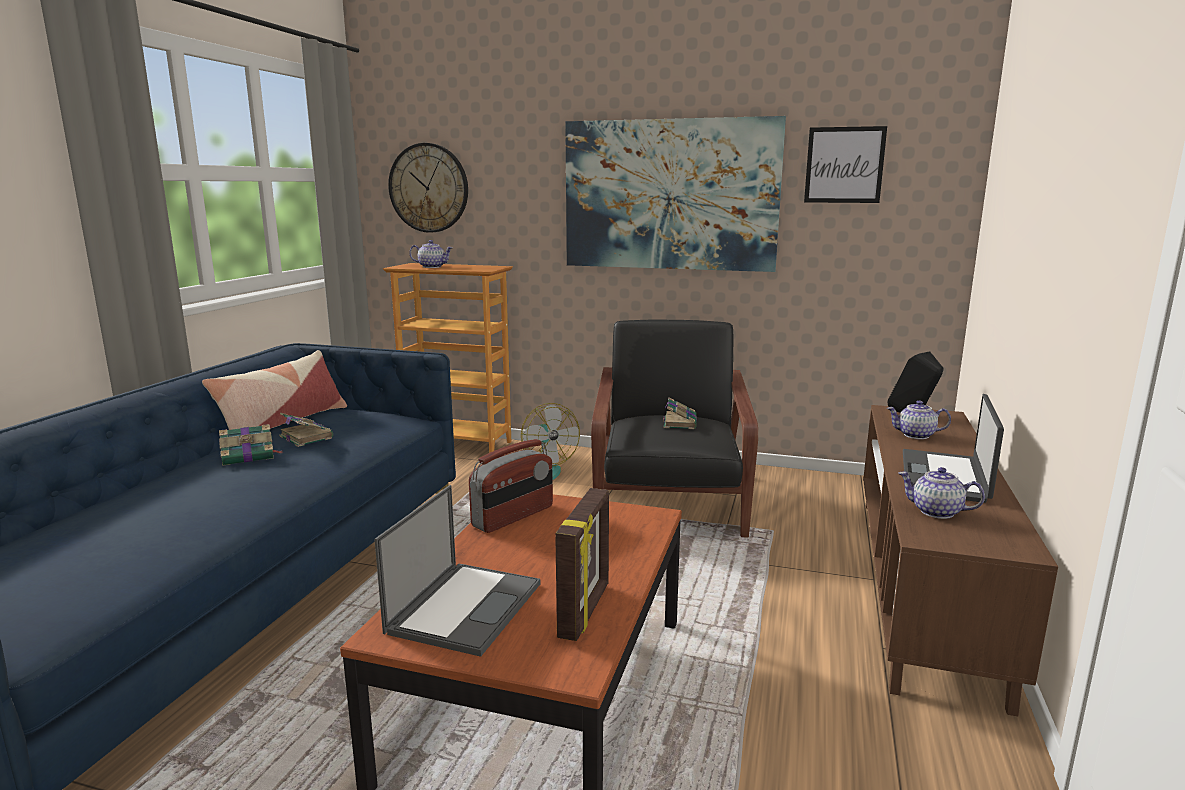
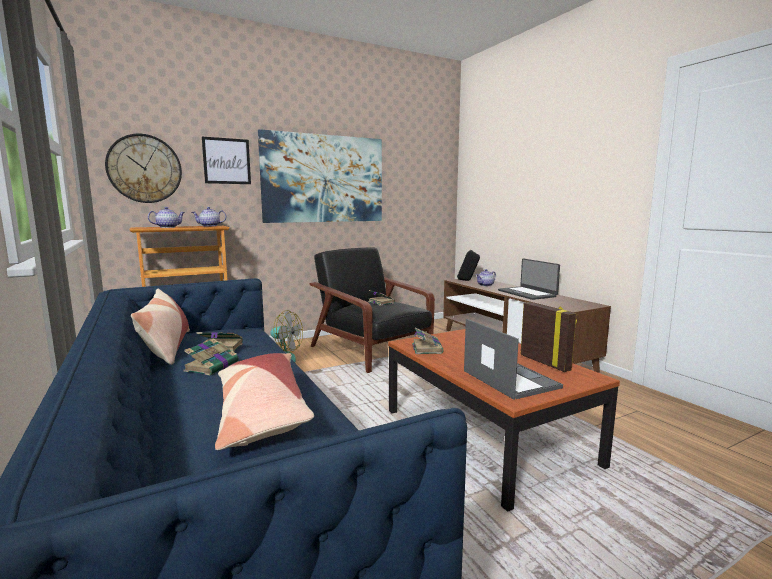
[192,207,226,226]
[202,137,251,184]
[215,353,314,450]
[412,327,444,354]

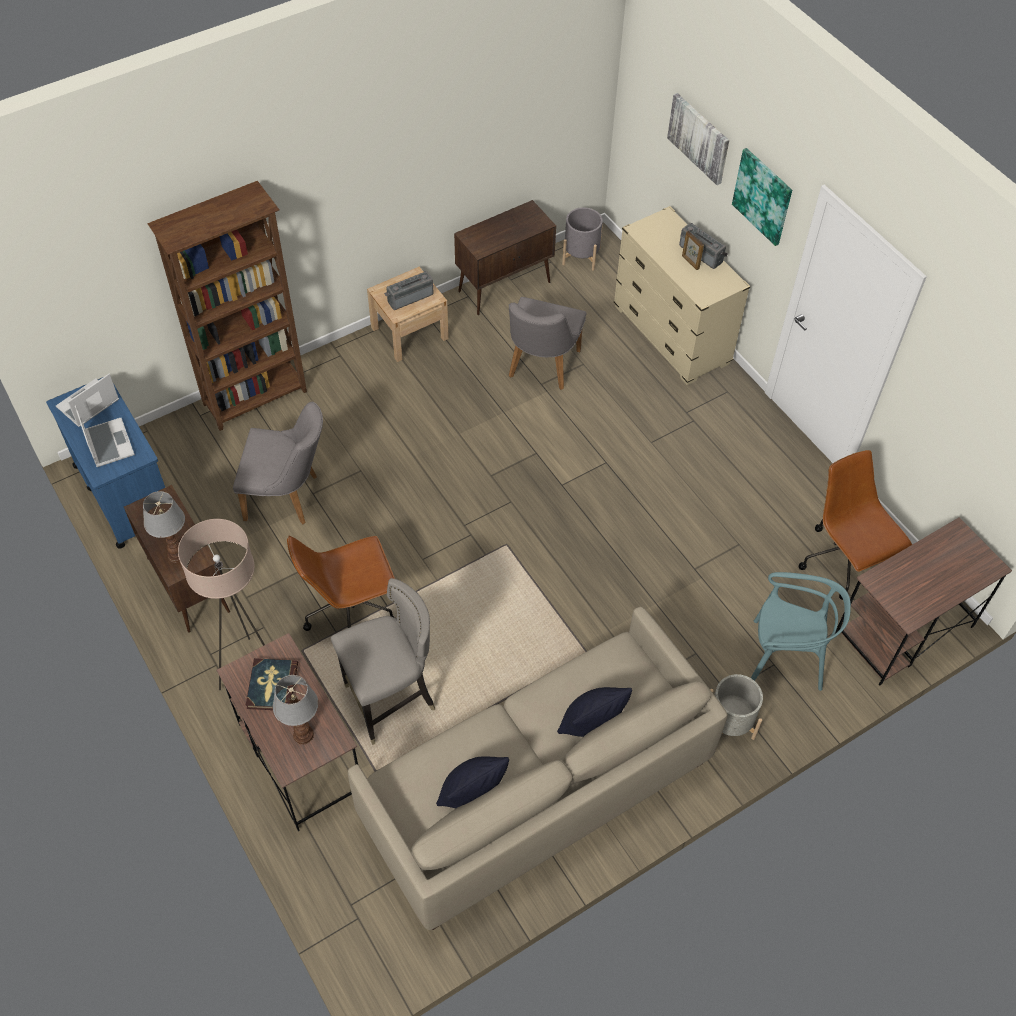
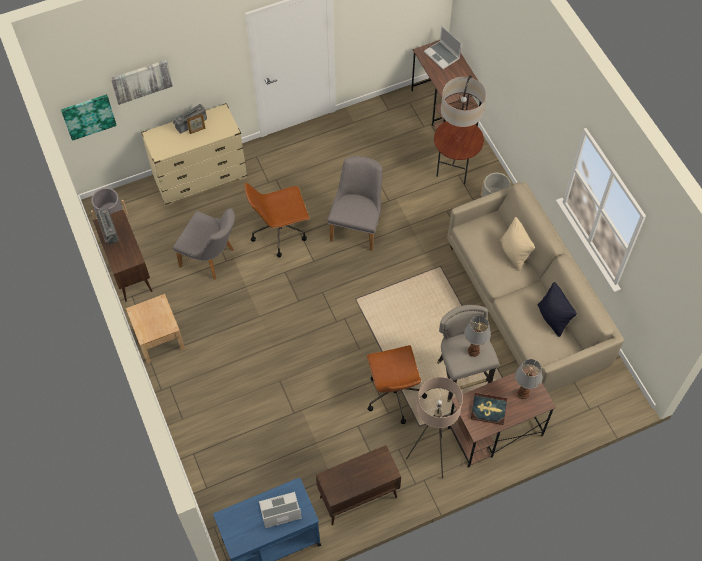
[61,94,117,141]
[96,208,119,244]
[244,182,310,257]
[328,156,382,251]
[424,26,462,69]
[434,75,486,185]
[464,316,491,357]
[500,217,535,271]
[147,181,307,431] (first image)

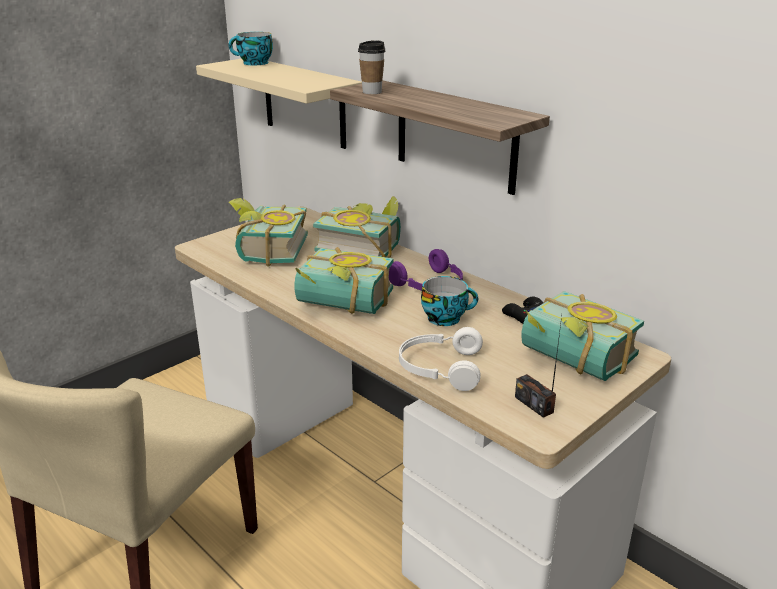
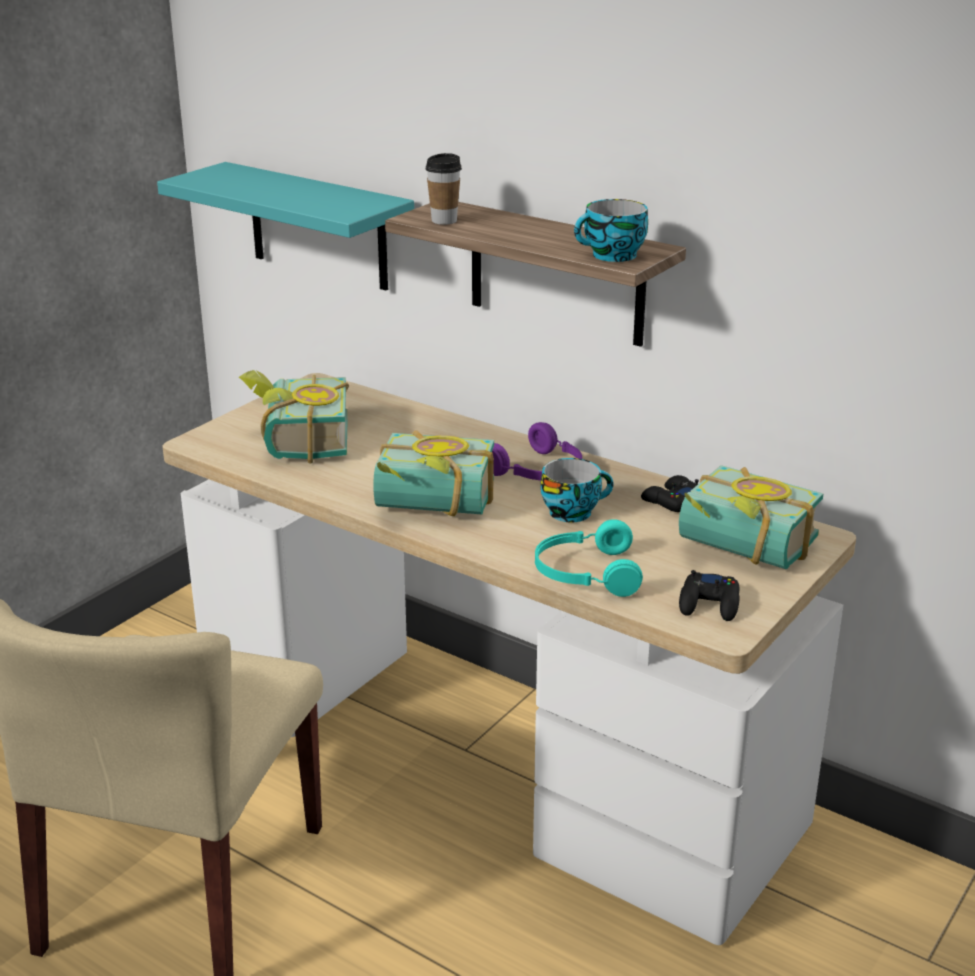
[157,162,414,290]
[535,519,643,597]
[574,199,648,262]
[679,570,740,621]
[313,196,401,258] (first image)

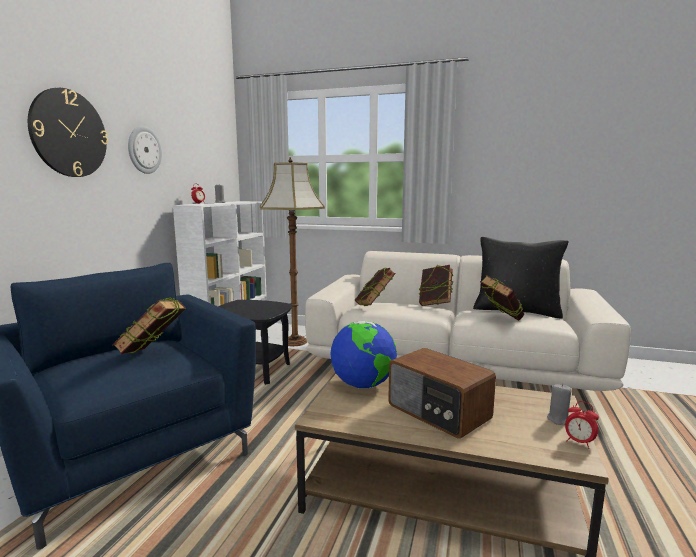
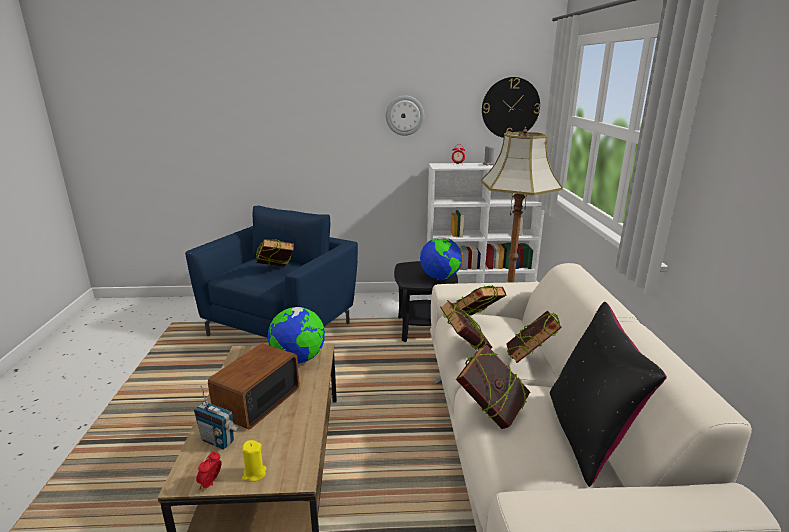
[194,385,238,450]
[242,440,267,482]
[420,237,462,279]
[440,300,492,350]
[482,77,540,138]

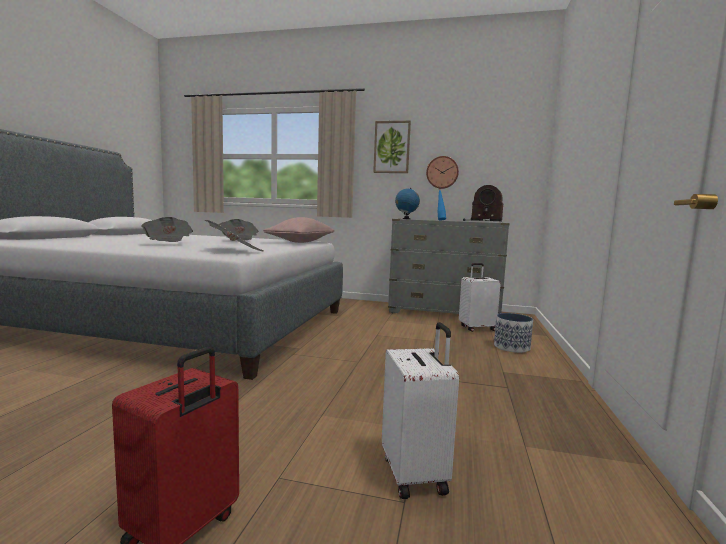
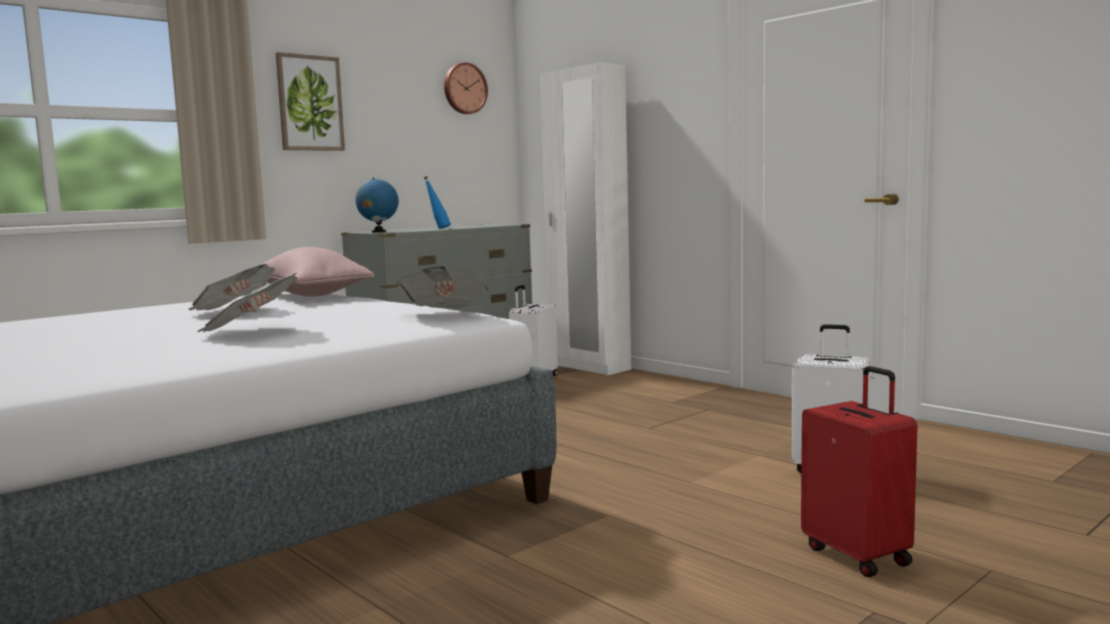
[444,62,488,114]
[540,62,631,375]
[463,185,503,221] (first image)
[494,313,533,353] (first image)

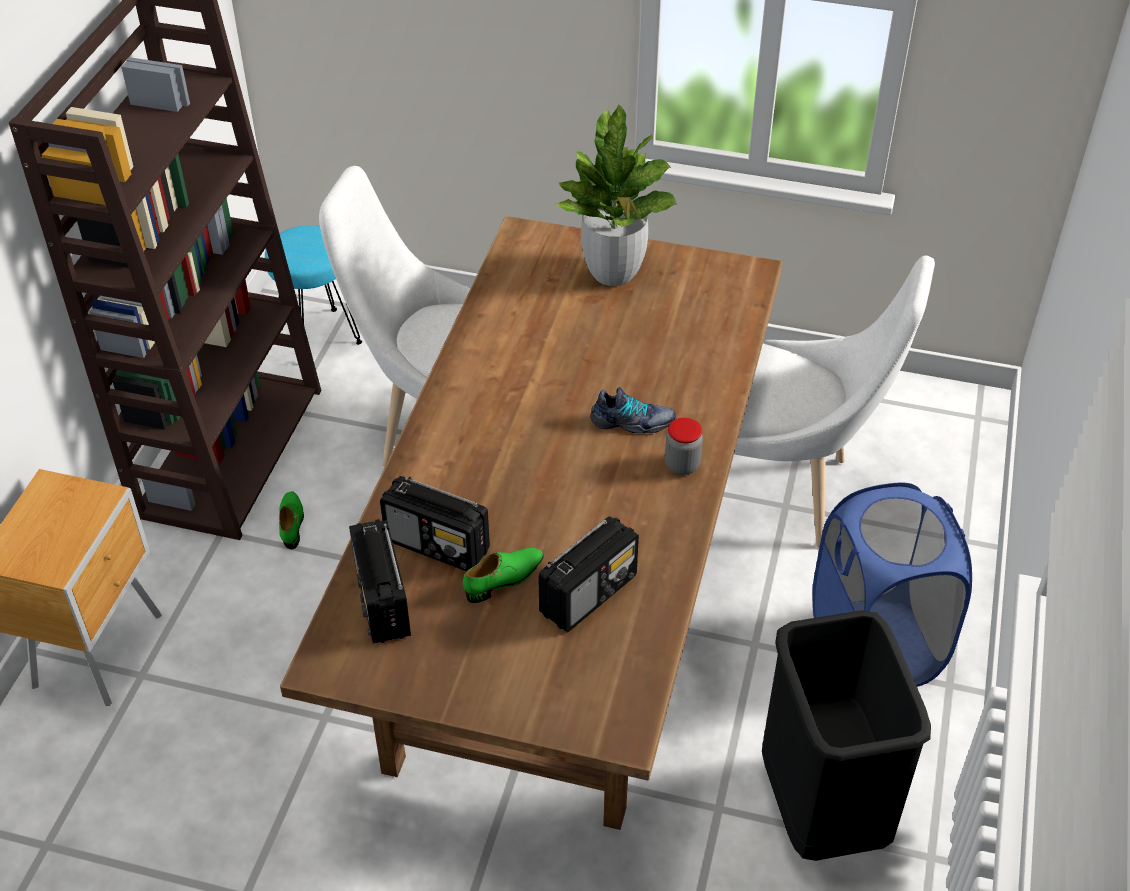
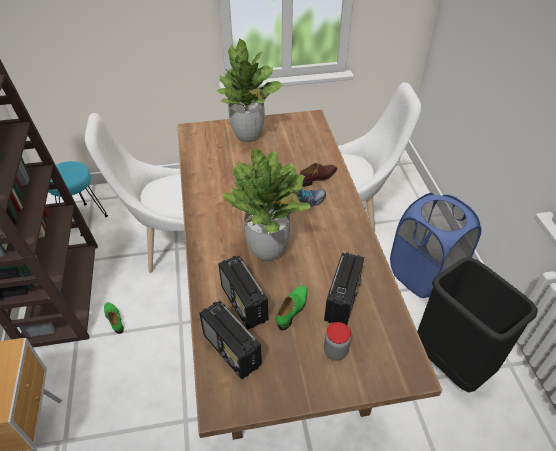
[218,256,268,329]
[223,149,311,261]
[300,163,337,187]
[324,322,351,360]

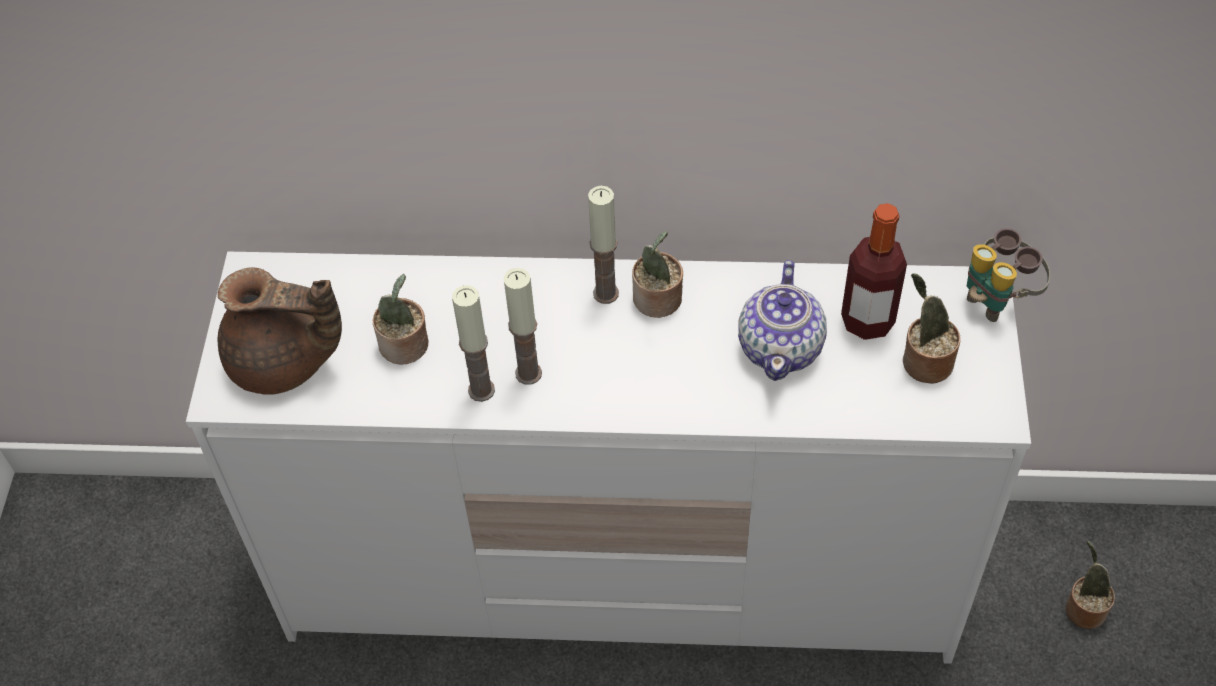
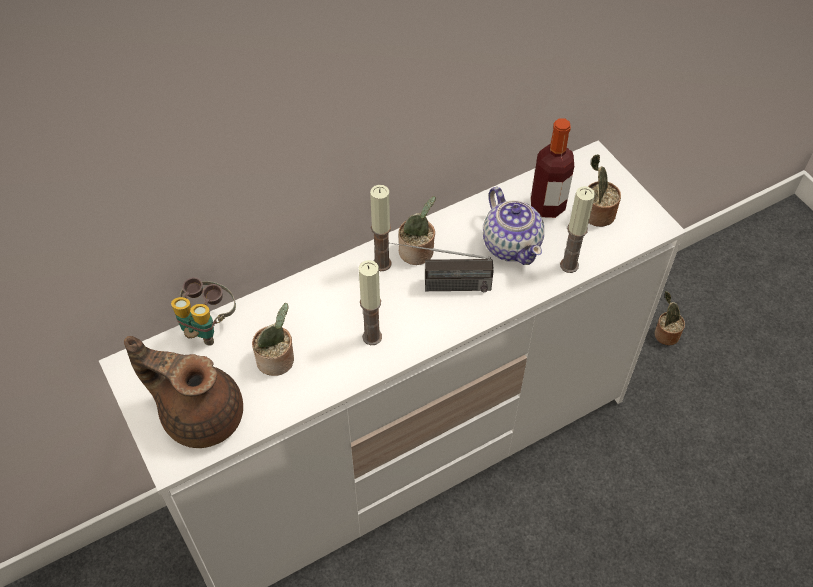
[124,336,243,448]
[171,277,236,346]
[388,242,494,292]
[560,186,595,273]

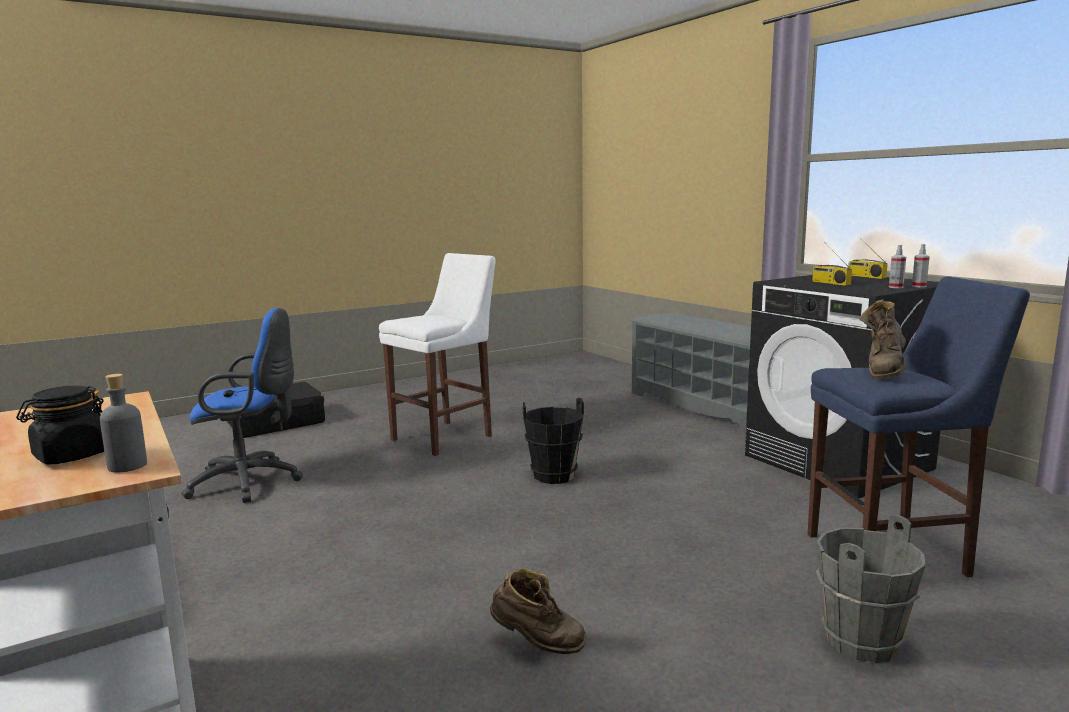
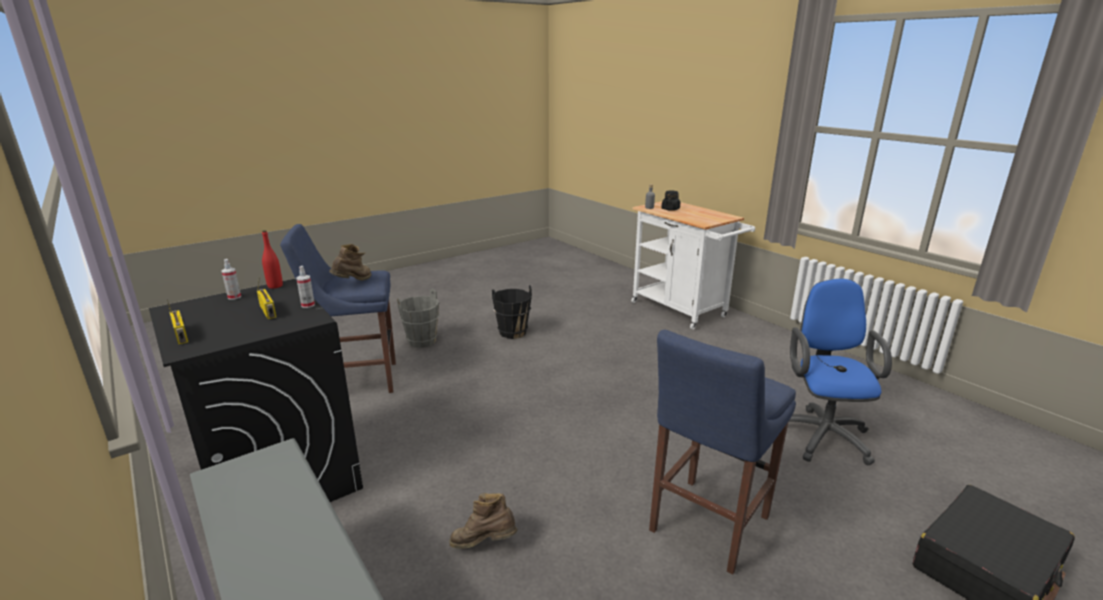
[262,230,283,289]
[296,266,315,308]
[449,493,518,549]
[492,285,532,339]
[649,330,796,575]
[789,279,892,465]

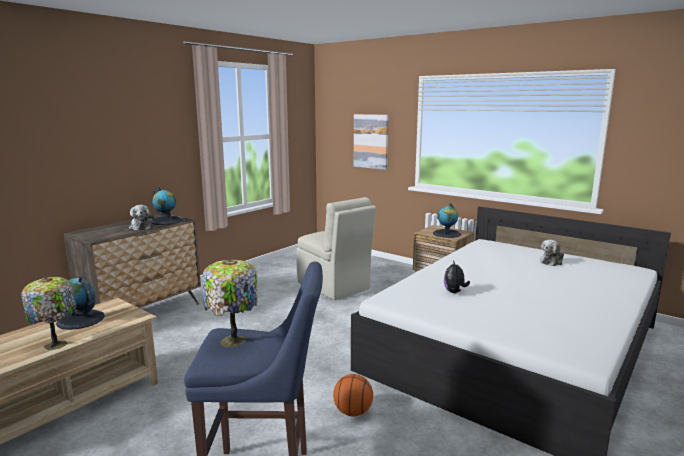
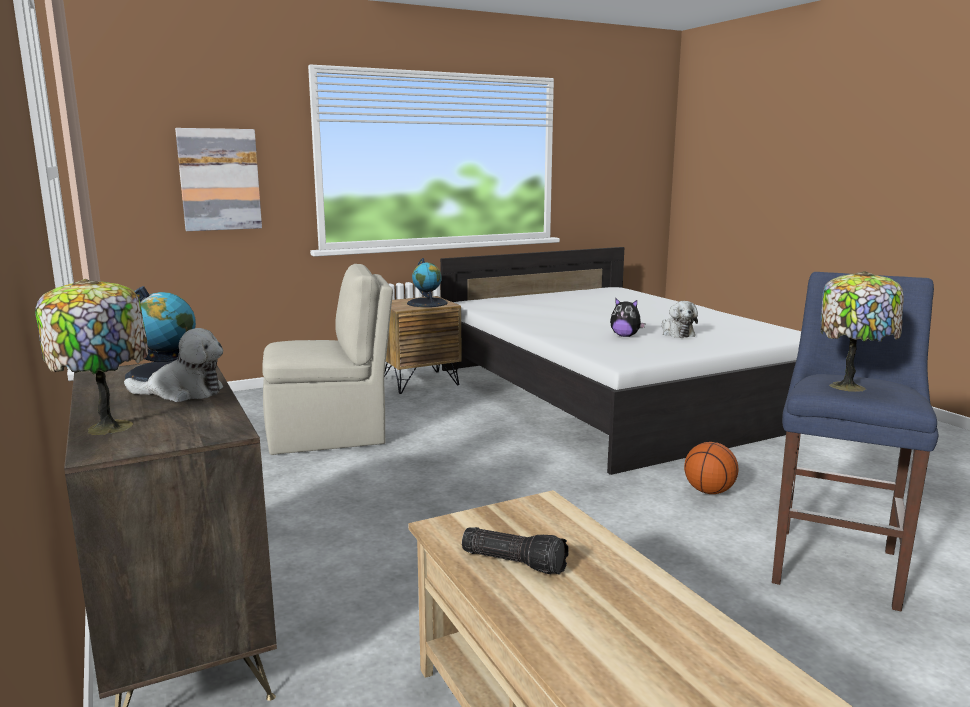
[35,279,148,435]
[462,527,569,575]
[662,301,698,338]

